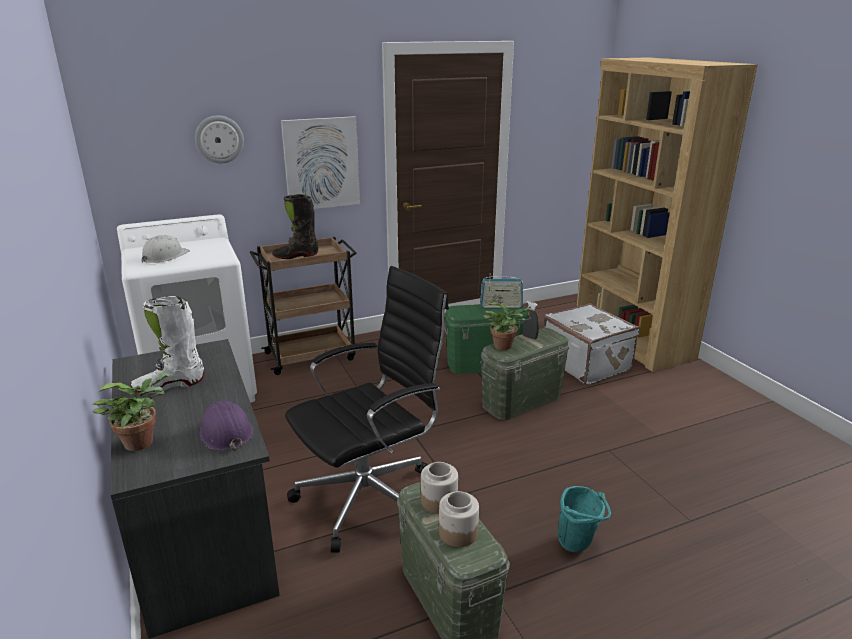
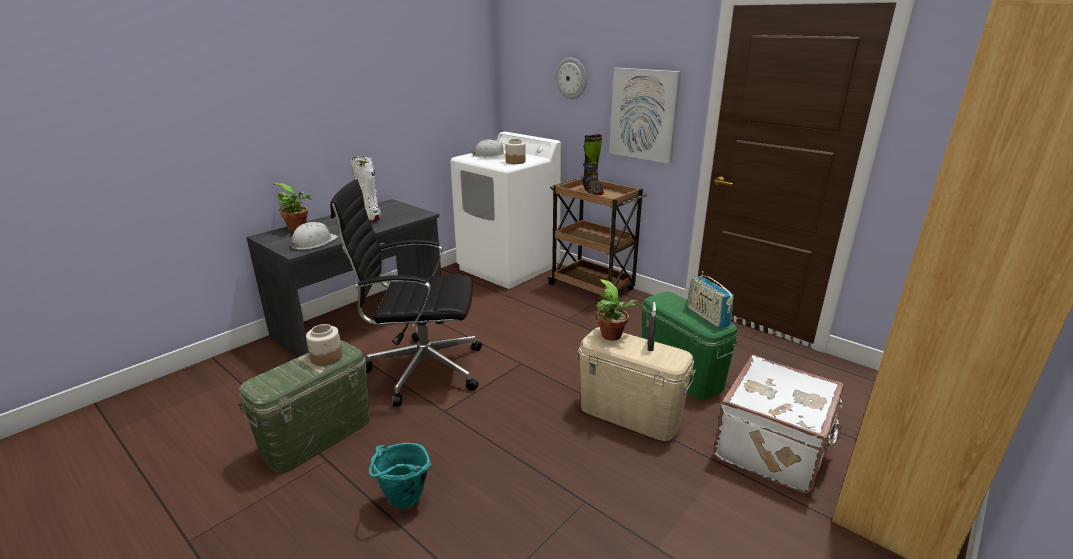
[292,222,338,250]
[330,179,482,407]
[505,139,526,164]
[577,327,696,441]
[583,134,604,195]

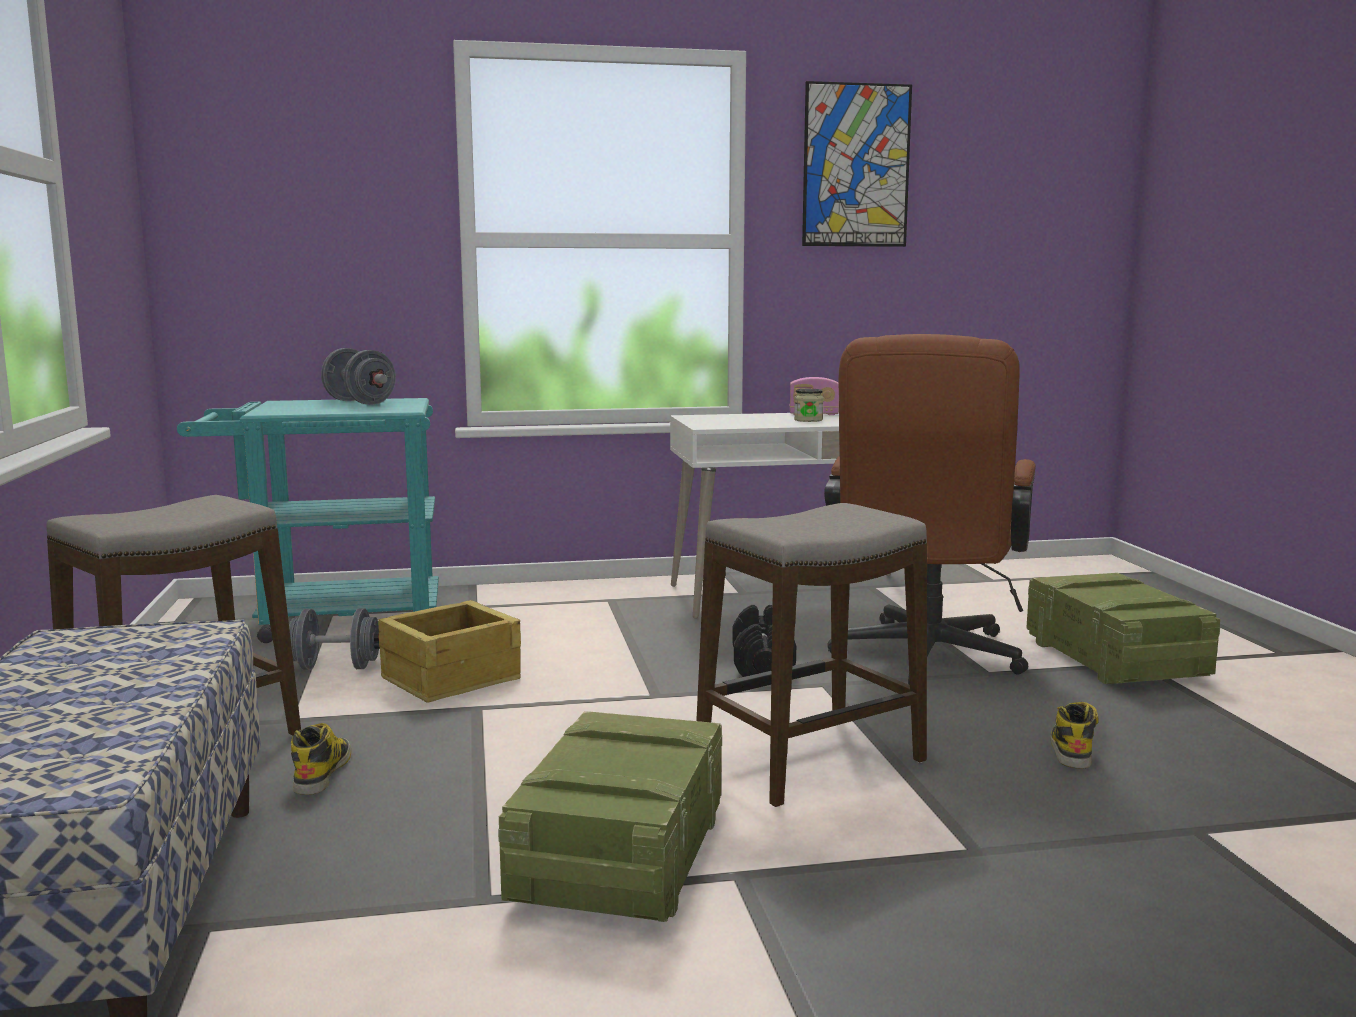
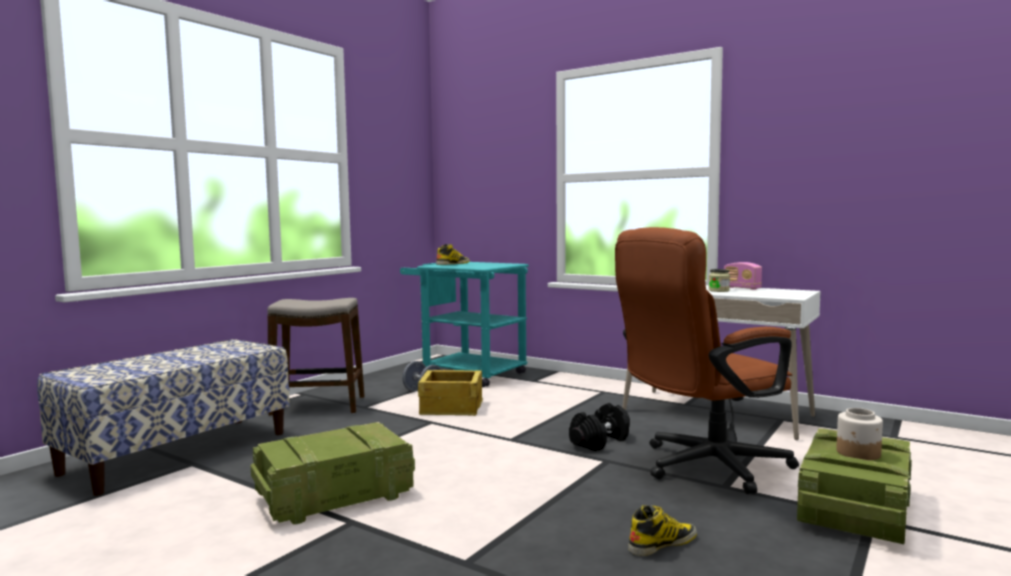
[436,244,470,265]
[836,408,883,460]
[321,348,396,405] (first image)
[696,503,927,807] (first image)
[802,81,912,247] (first image)

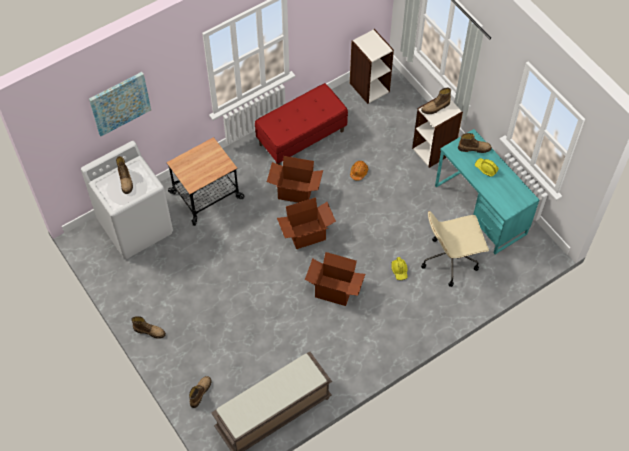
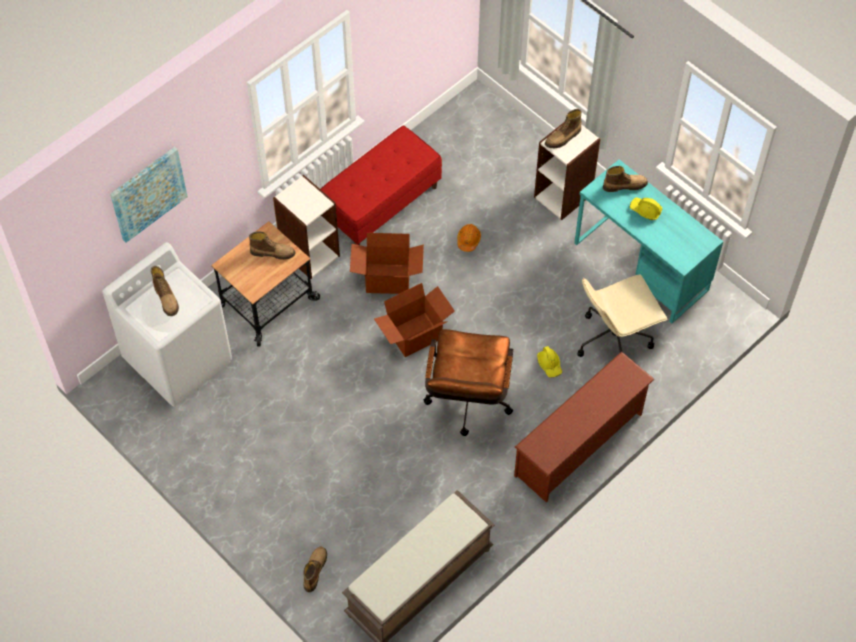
[249,231,295,260]
[273,175,340,279]
[423,329,513,436]
[514,351,654,502]

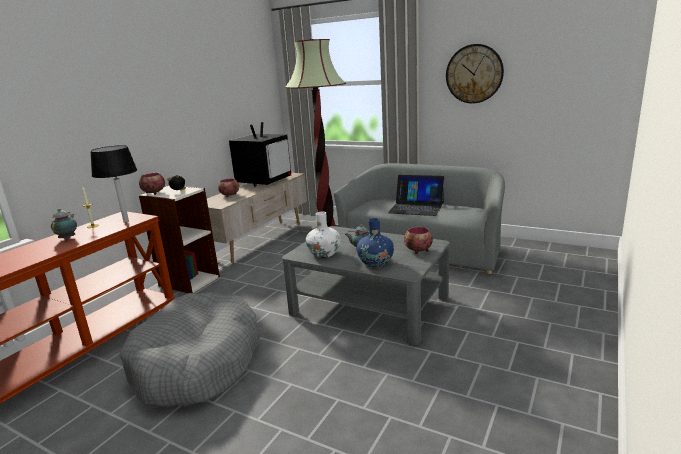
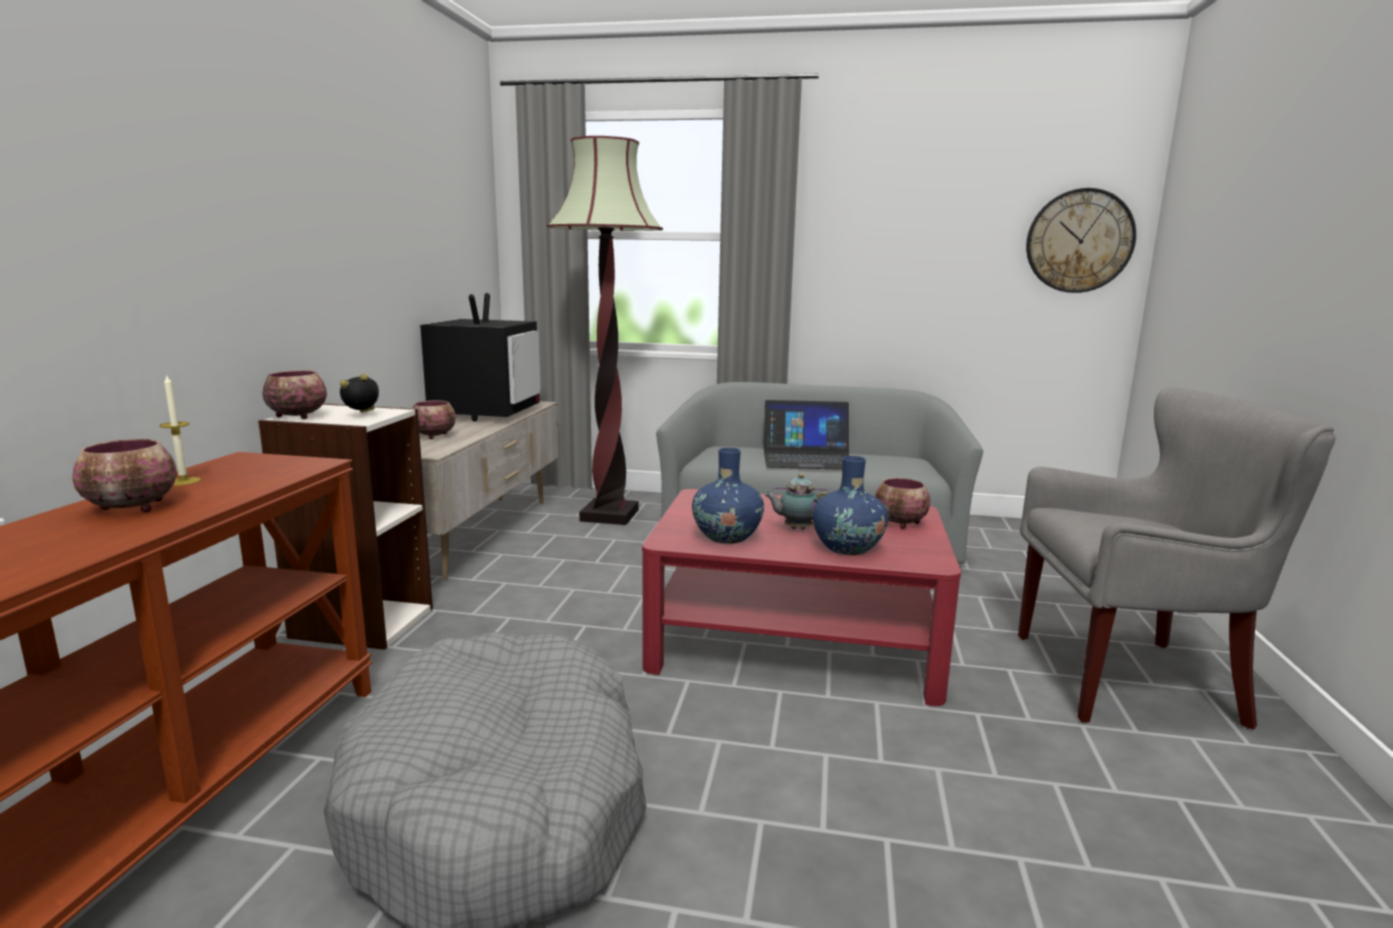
[72,439,177,512]
[642,489,961,706]
[692,448,764,544]
[1018,387,1336,730]
[1026,188,1136,293]
[90,145,137,223] (first image)

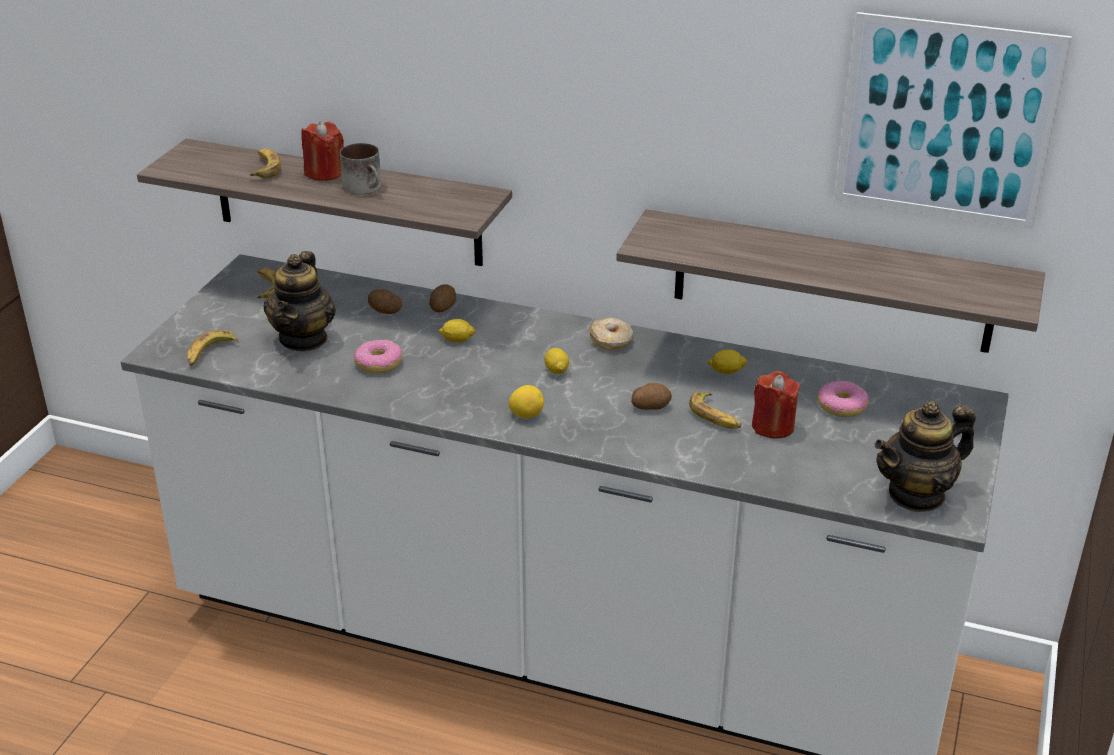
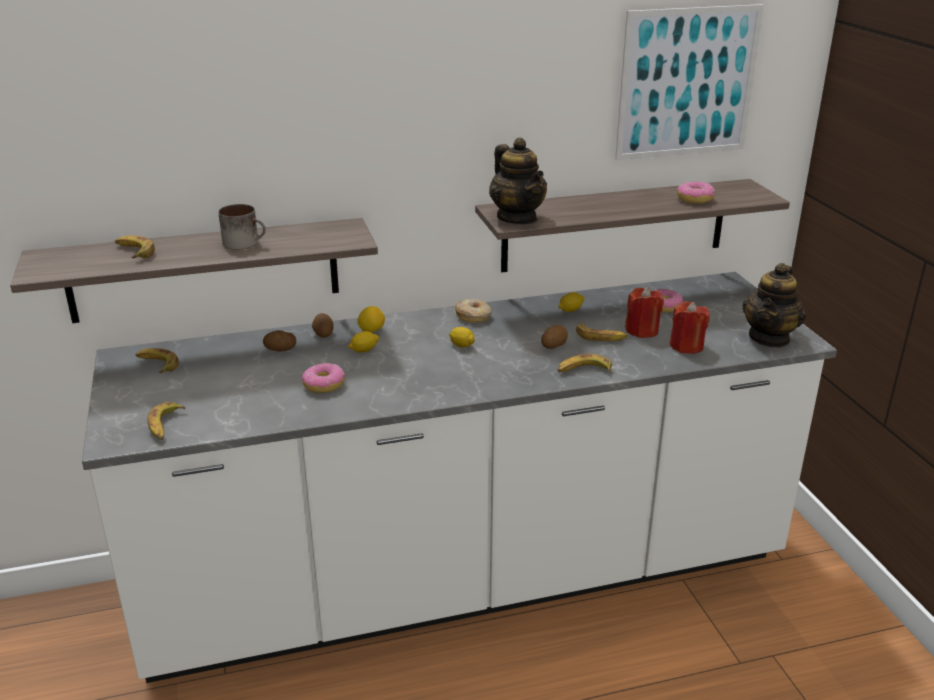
[358,306,385,332]
[489,137,547,224]
[558,354,612,373]
[670,302,710,354]
[677,181,715,204]

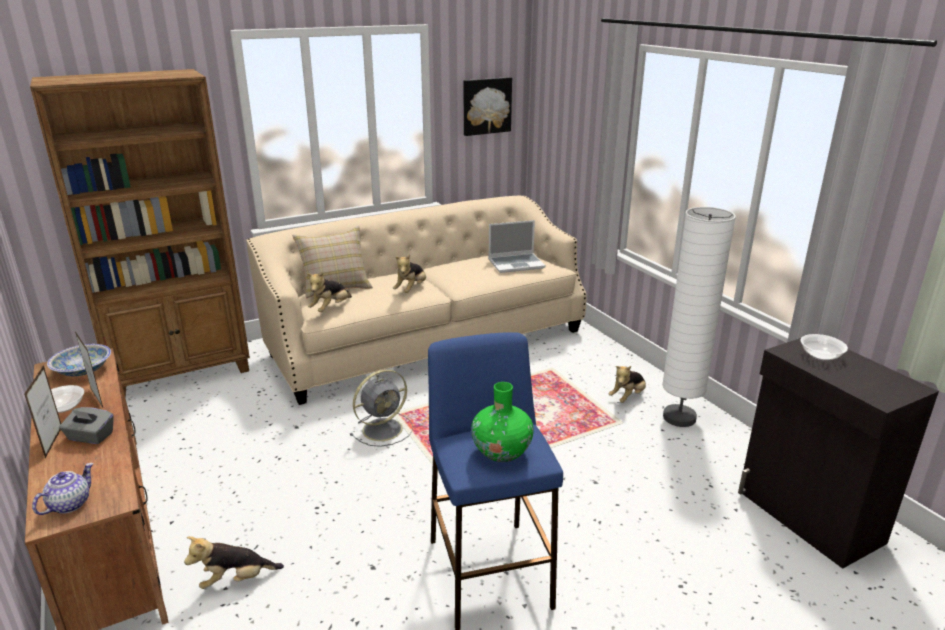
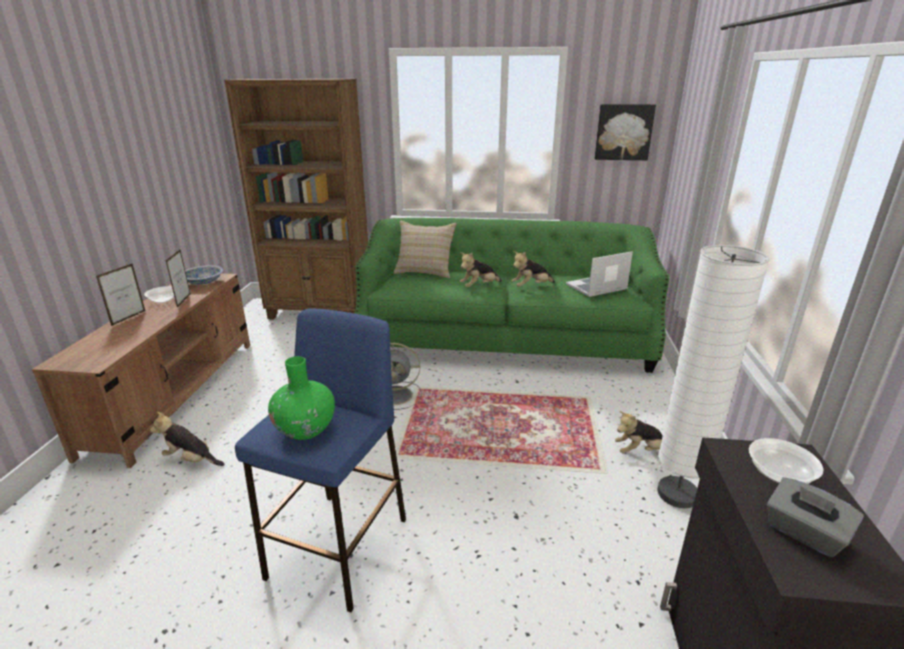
[355,218,669,373]
[512,251,555,287]
[566,251,633,297]
[767,477,864,557]
[32,463,94,515] (first image)

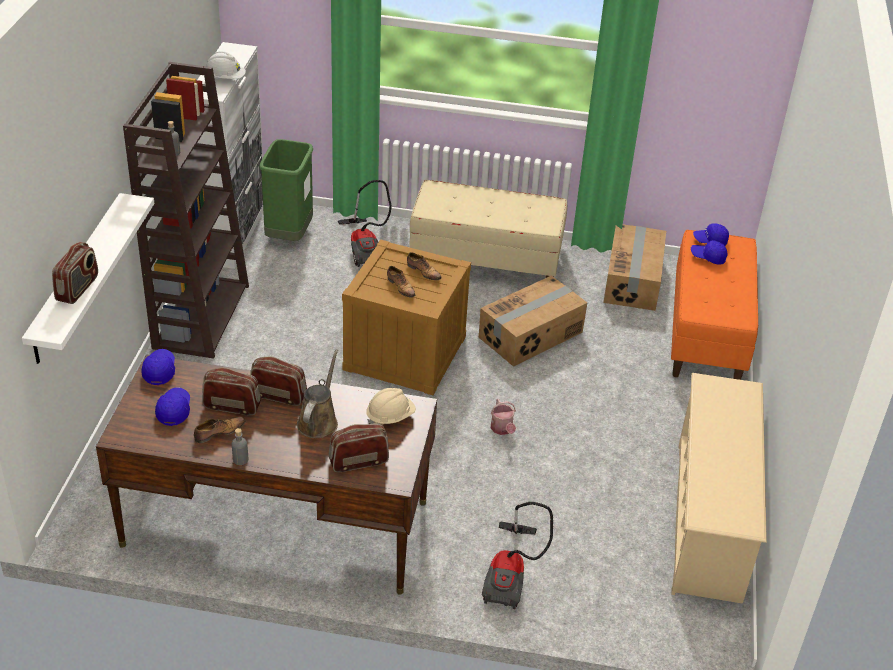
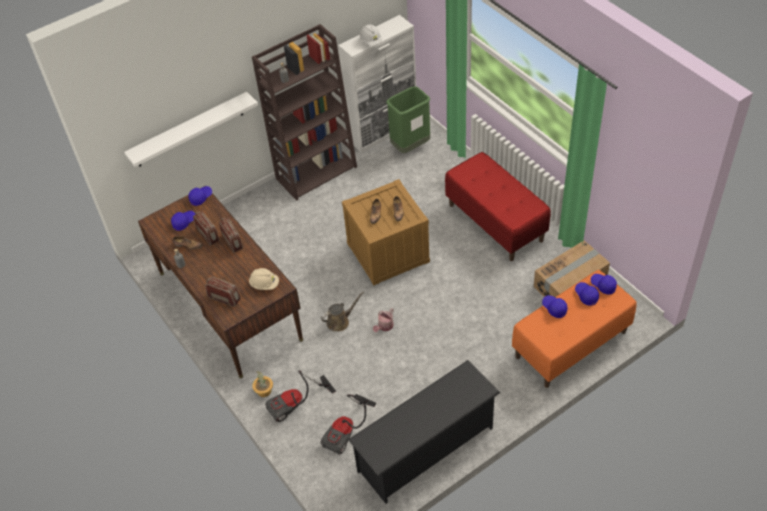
[252,372,273,397]
[320,394,377,455]
[321,292,364,331]
[348,360,500,503]
[445,152,551,261]
[542,295,568,318]
[52,242,98,304] (first image)
[479,276,587,367] (first image)

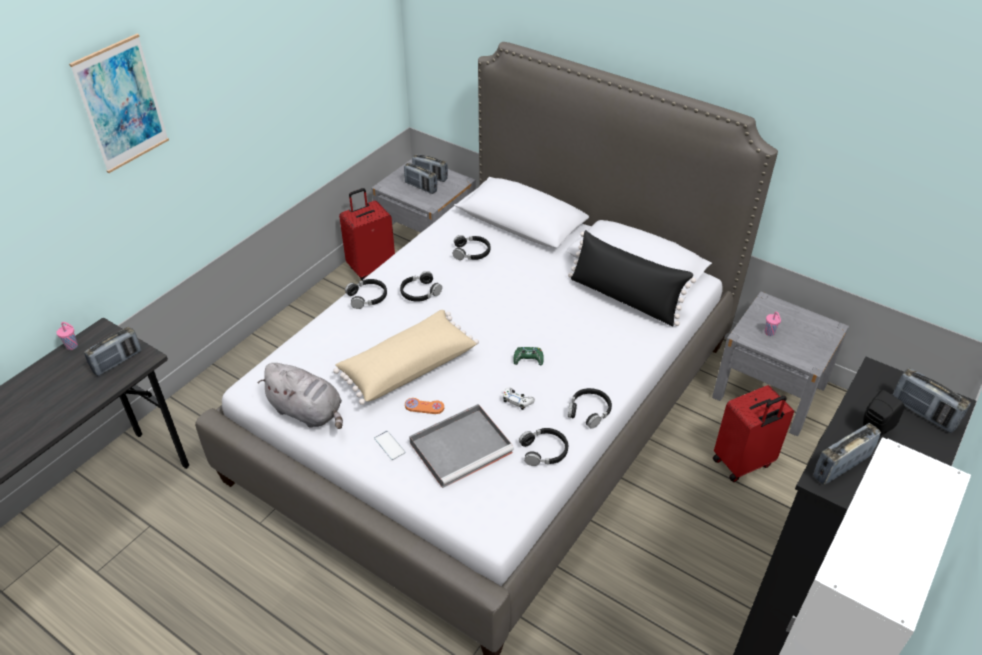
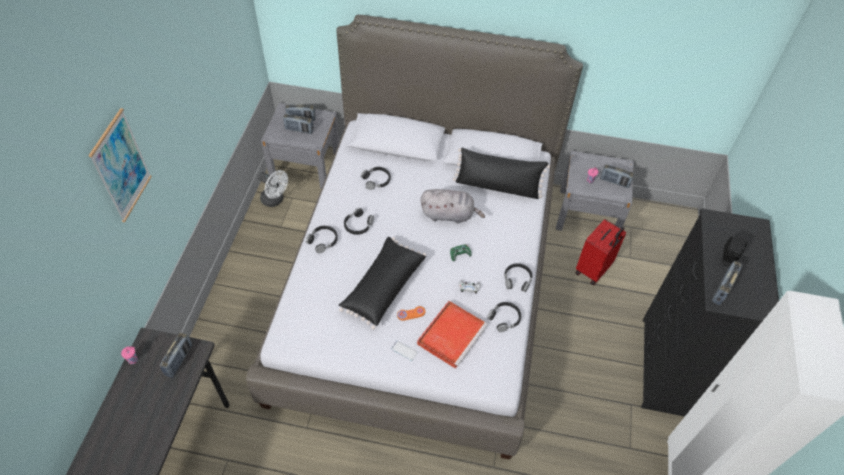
[258,170,288,207]
[339,237,426,329]
[417,301,488,369]
[421,189,485,224]
[600,164,634,188]

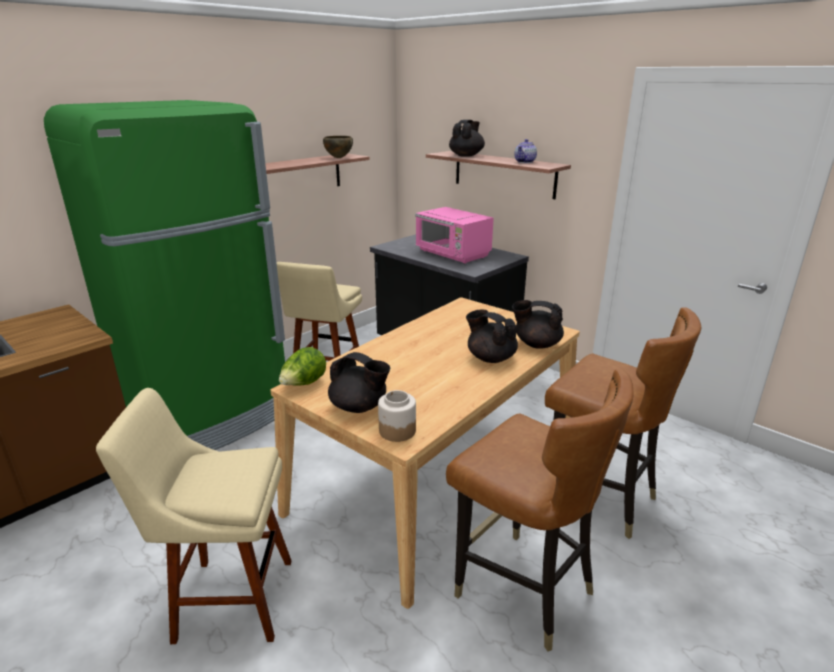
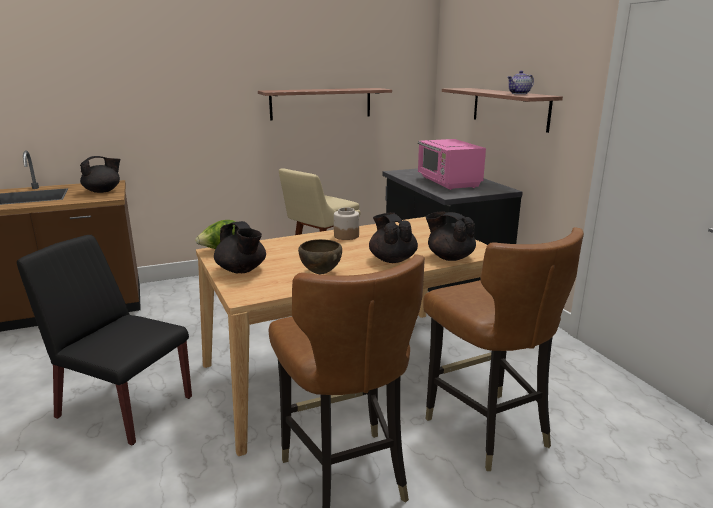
[17,235,192,446]
[80,156,120,193]
[298,239,342,274]
[334,207,359,240]
[44,100,285,450] (first image)

